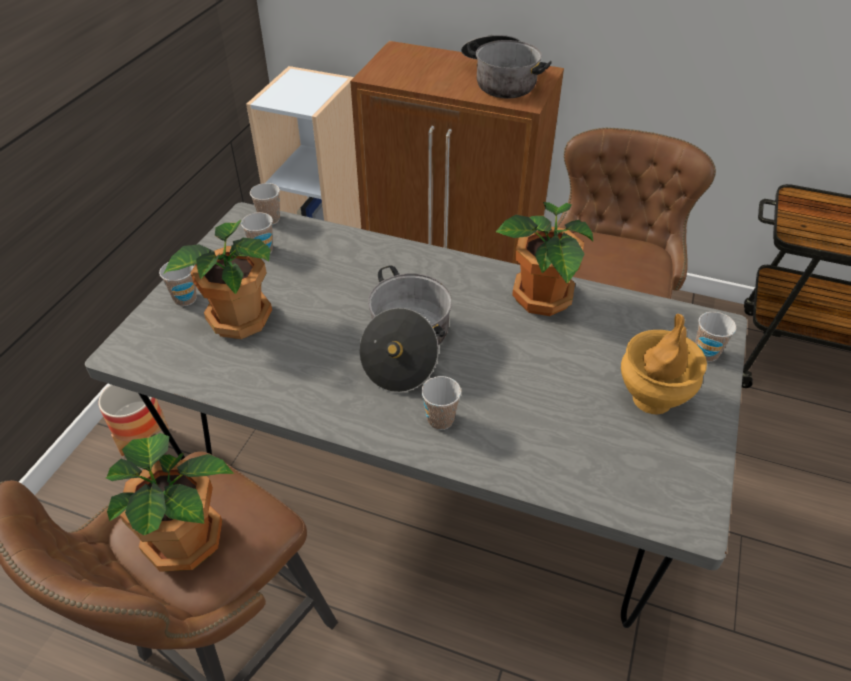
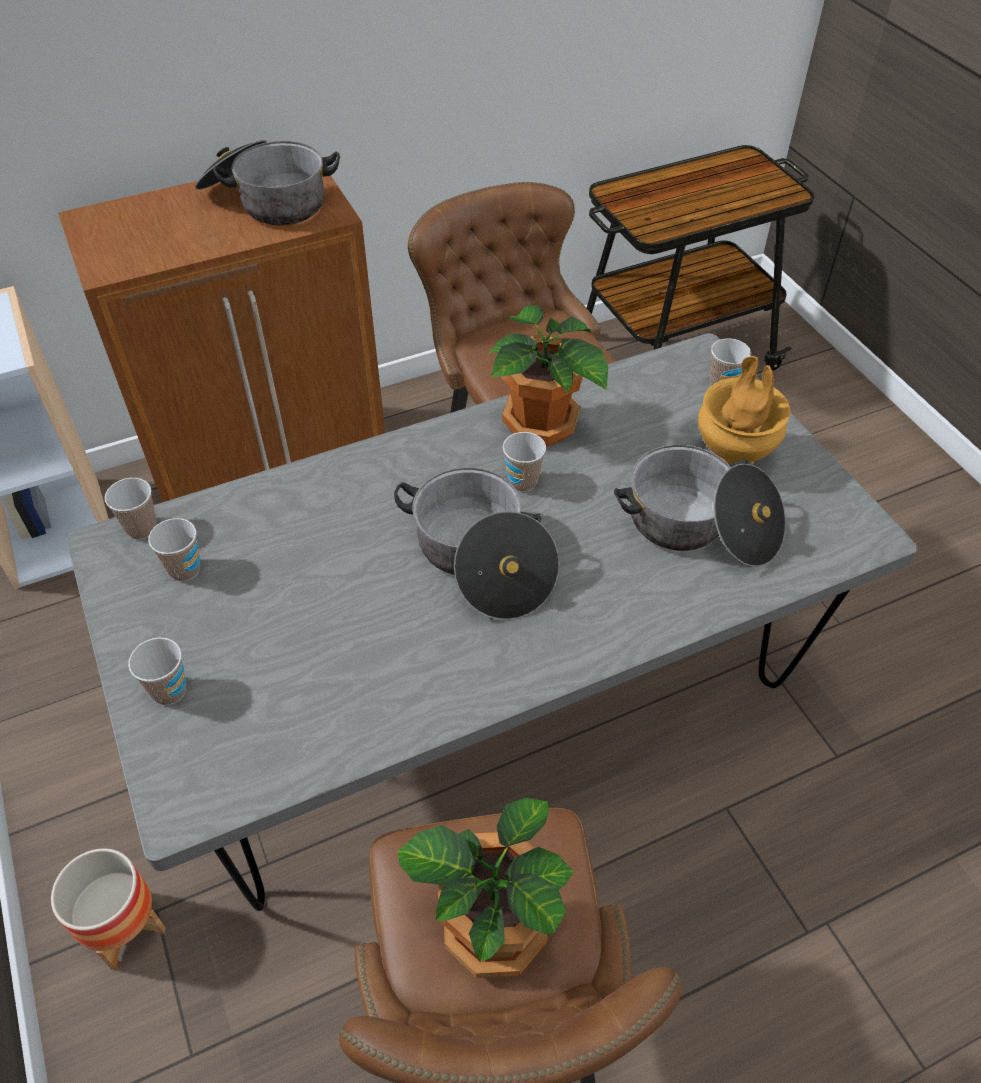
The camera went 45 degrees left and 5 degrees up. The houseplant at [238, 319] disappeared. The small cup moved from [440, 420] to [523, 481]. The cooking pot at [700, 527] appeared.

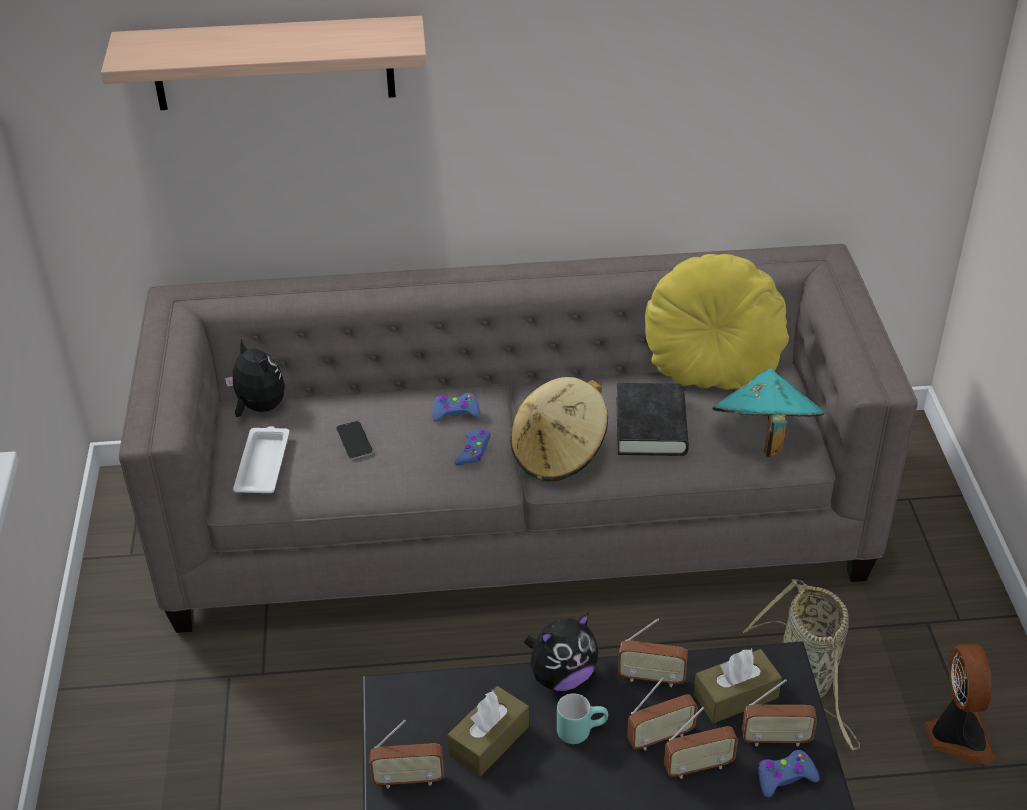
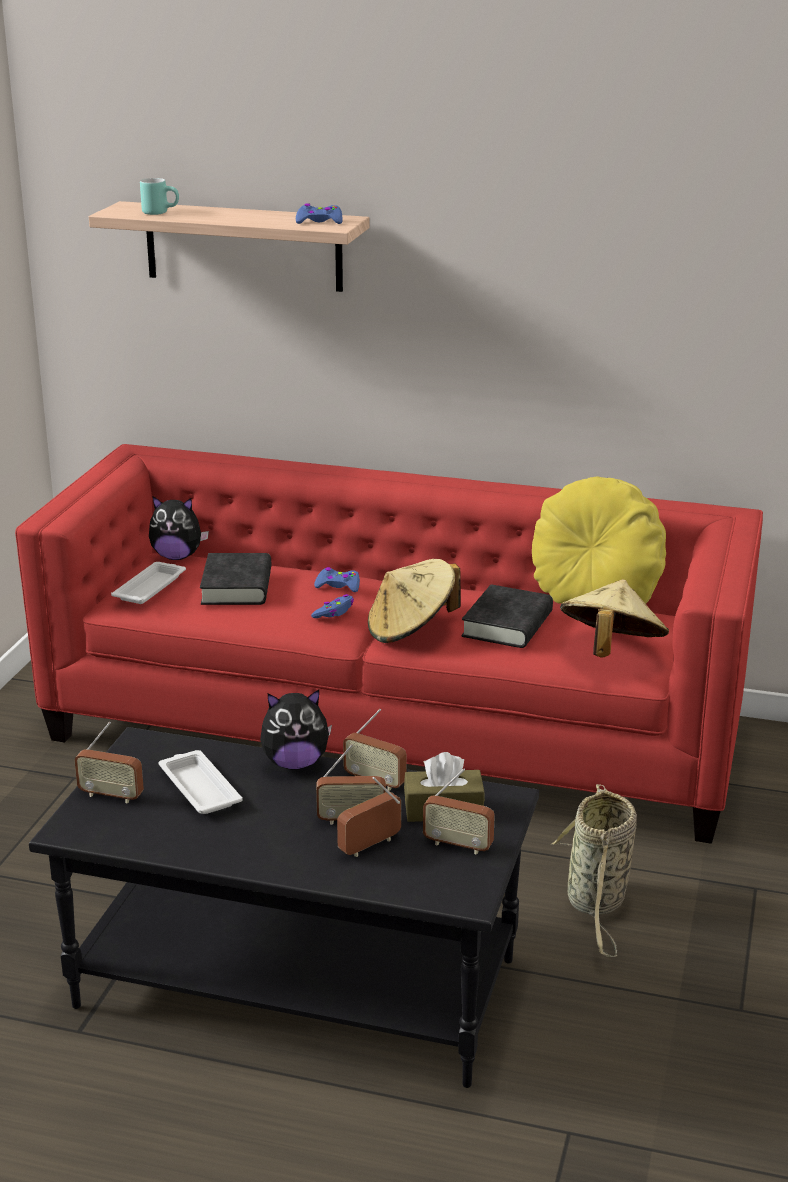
The camera went 20 degrees right and 15 degrees down. The gray couch at [515, 525] became the reddish couch at [394, 733]. The plush toy at [258, 407] turned 120 degrees clockwise. The handset at [354, 441] was replaced by the black-coloured volume at [237, 587]. The brown tissue holder at [489, 741] was replaced by the white-coloured tray at [199, 788]. The turquoise-coloured tea mug moved from [580, 729] to [161, 213]. The radio receiver at [698, 767] turned 135 degrees clockwise. The turquoise-coloured wearable hat at [764, 436] became the beige wearable hat at [610, 651]. The blue game controller moved from [784, 777] to [319, 221]. The electric fan at [956, 735] disappeared.

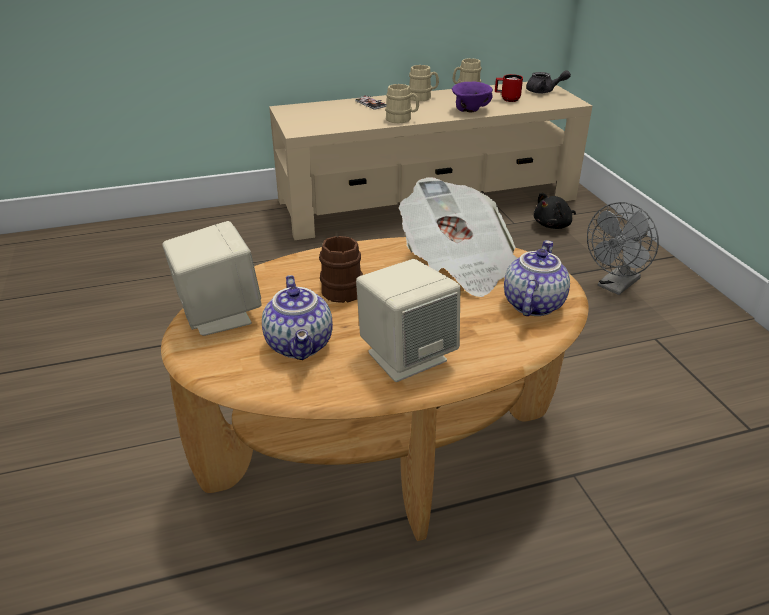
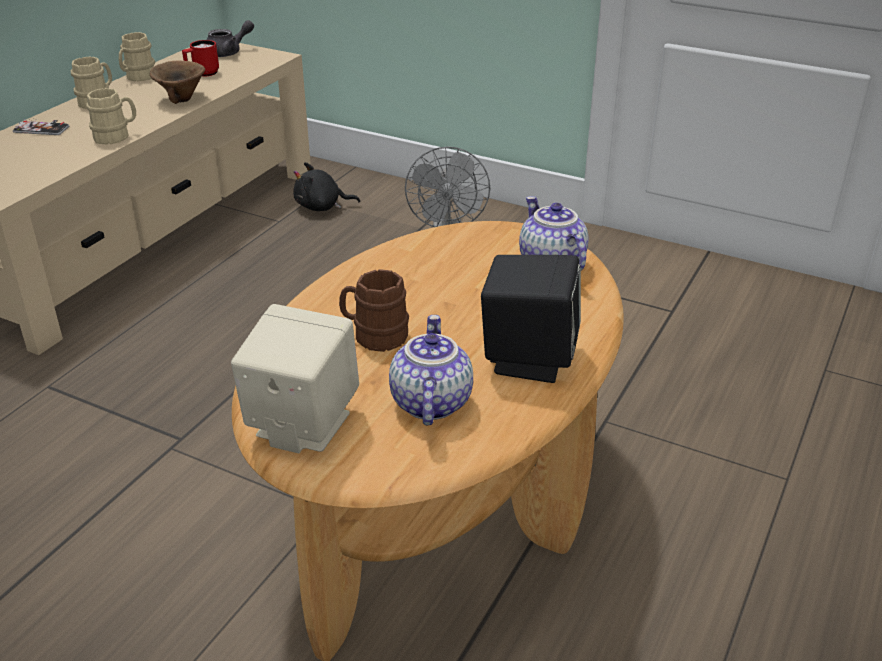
The camera went 45 degrees left and 0 degrees up. The pot for tea at [301, 345] turned 120 degrees counterclockwise. The beige loudspeaker at [406, 356] became the black-coloured loudspeaker at [528, 358]. The daily paper at [458, 264] disappeared. The purple bowl at [471, 110] became the brown bowl at [181, 99]. The black-coloured plush toy at [553, 225] turned 75 degrees clockwise.

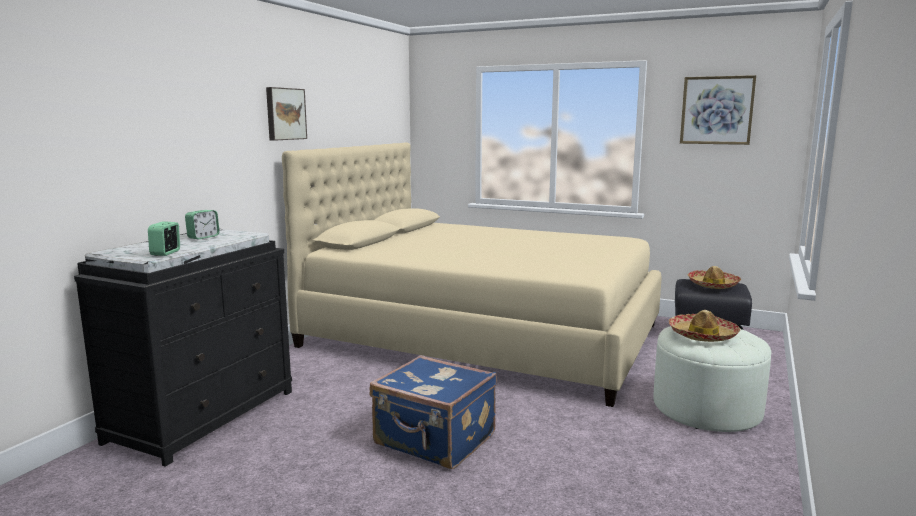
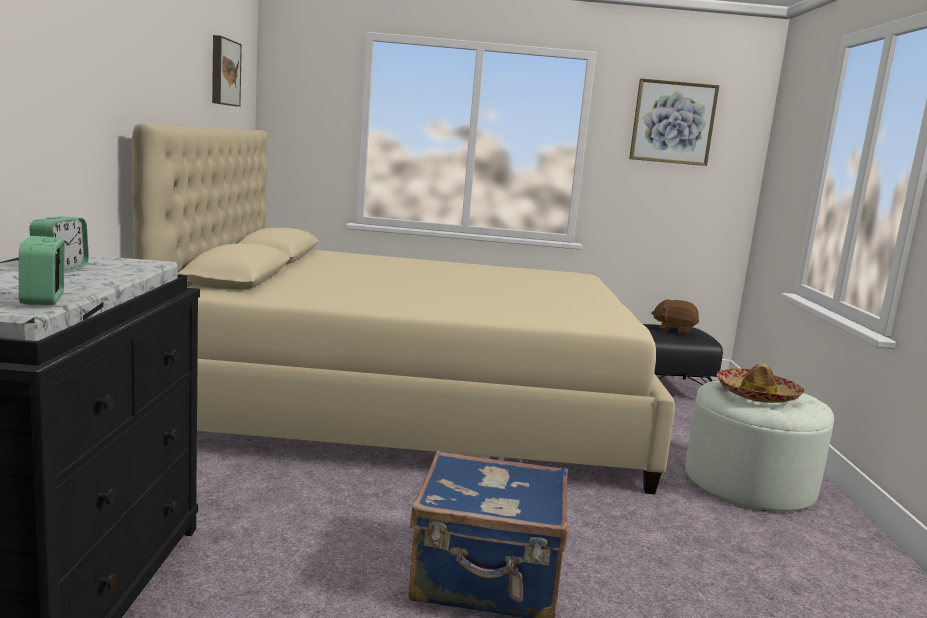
The camera went 25 degrees left and 0 degrees up. The picture moved from [285, 114] to [223, 72]. The wearable hat at [713, 285] was replaced by the brown plush toy at [674, 330].

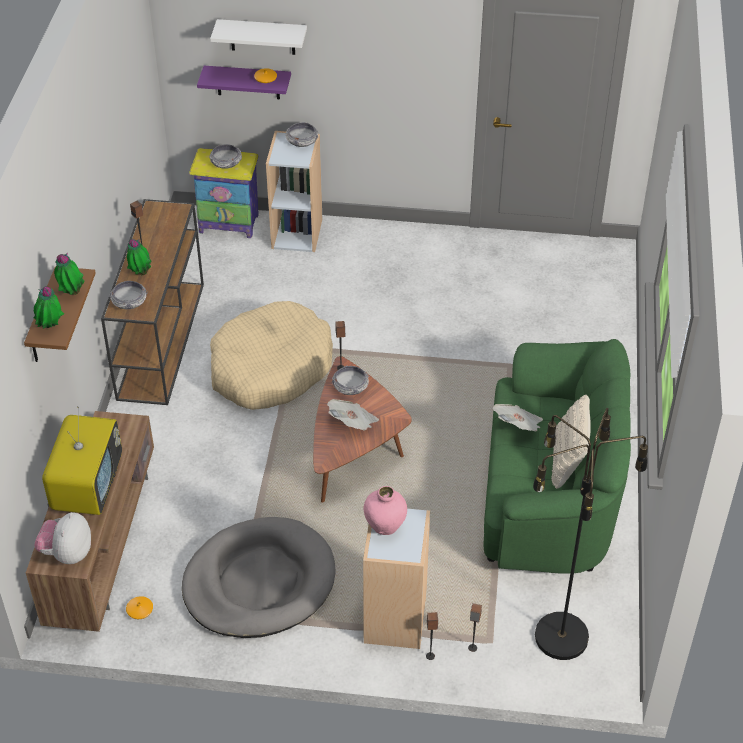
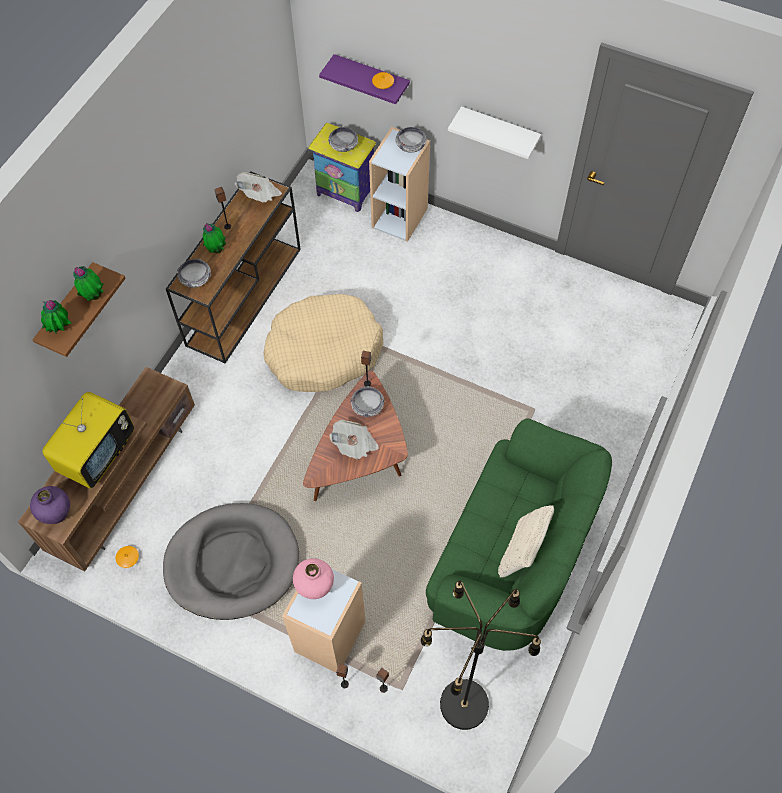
The camera went 20 degrees right and 15 degrees up. The plush toy at [67, 553] was replaced by the purple decorative vase at [57, 514]. The white-coloured wall shelf moved from [262, 37] to [499, 131]. The daily paper moved from [518, 426] to [259, 195].

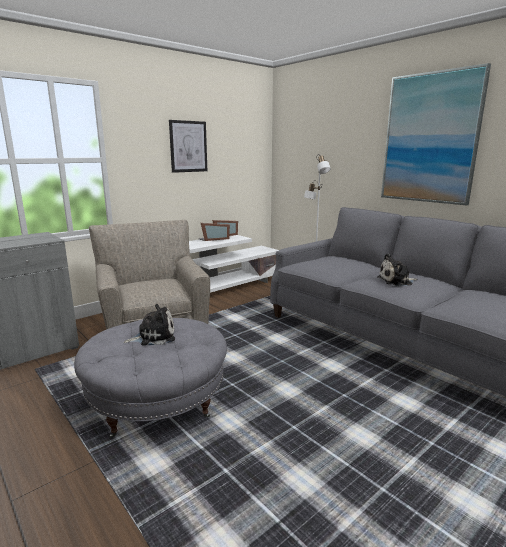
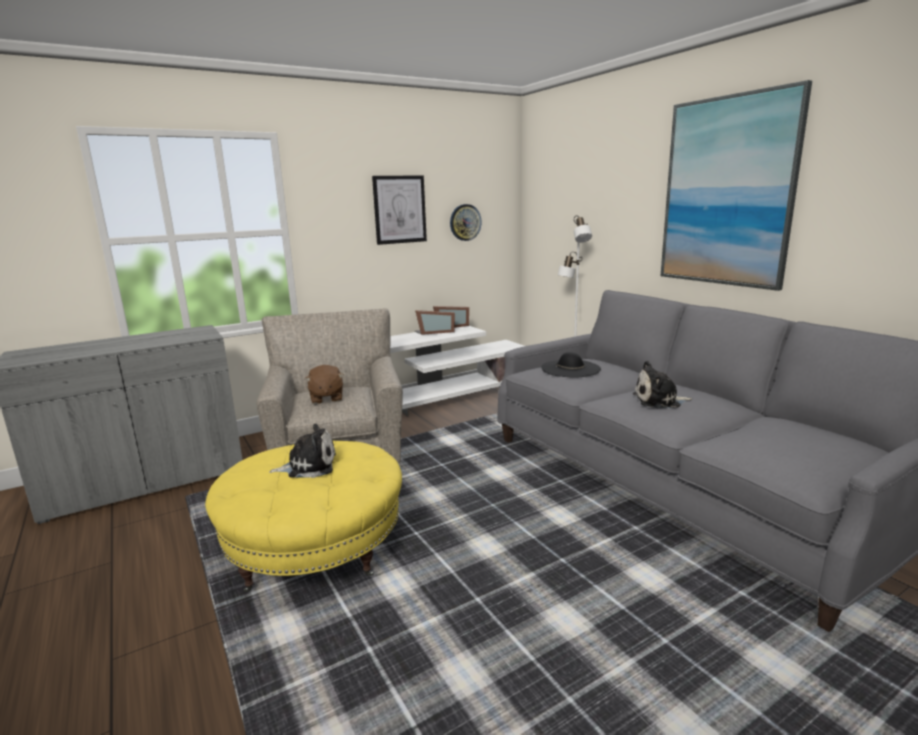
The camera went 10 degrees right and 0 degrees up. The gray footrest at [157, 401] became the yellow footrest at [315, 549]. The brown plush toy at [326, 398] appeared. The wall clock at [465, 222] appeared. The black-coloured wearable hat at [570, 368] appeared.

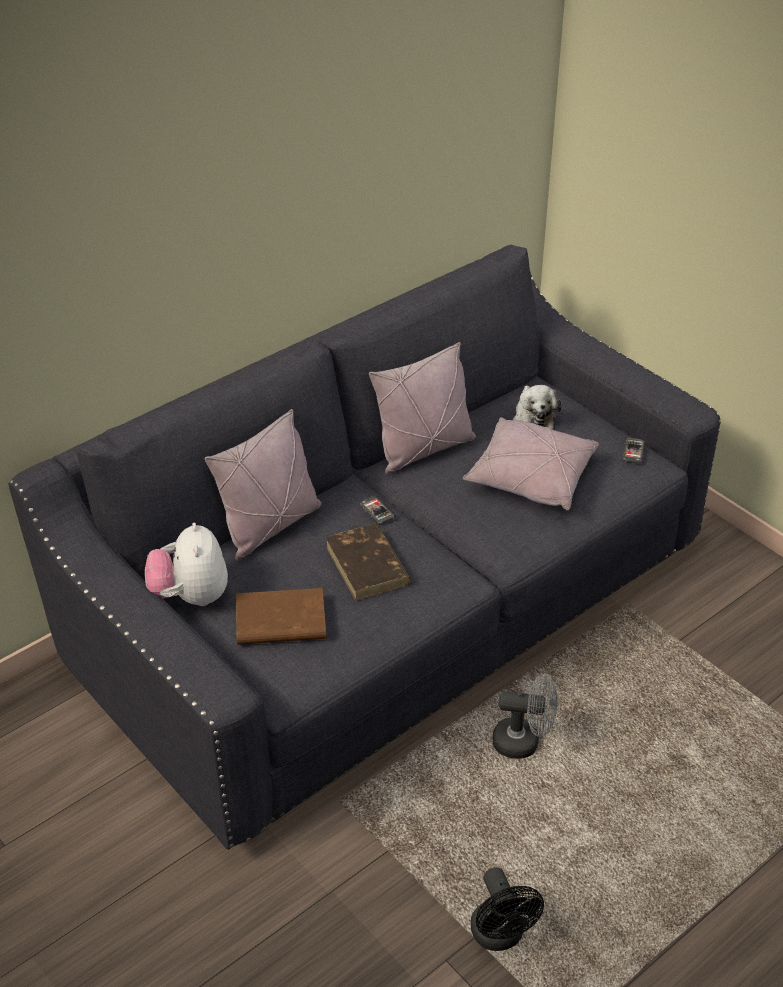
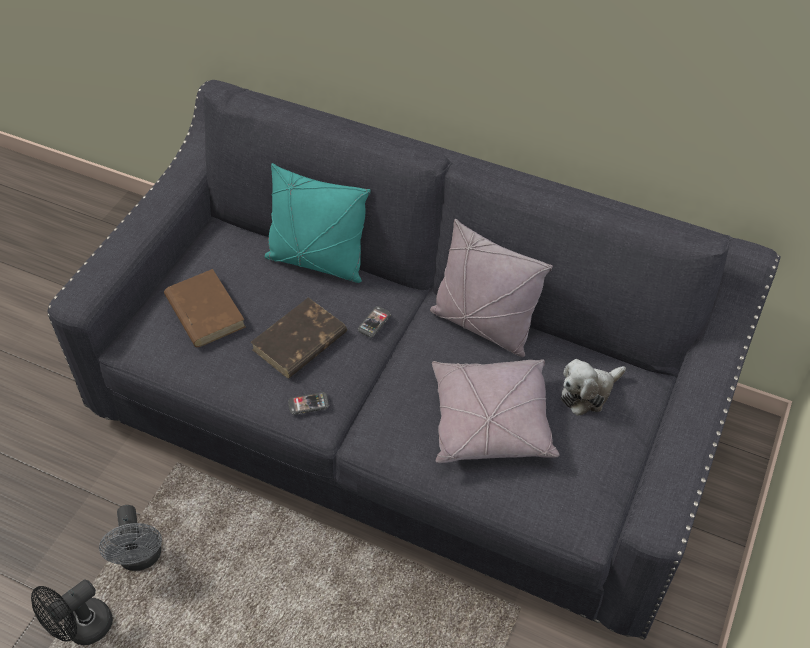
The camera went 65 degrees right and 10 degrees up. The plush toy at [190, 596] disappeared. The purple cushion at [270, 526] became the turquoise-coloured cushion at [317, 261]. The gray electric fan moved from [524, 742] to [141, 558]. The handset moved from [633, 451] to [308, 404].

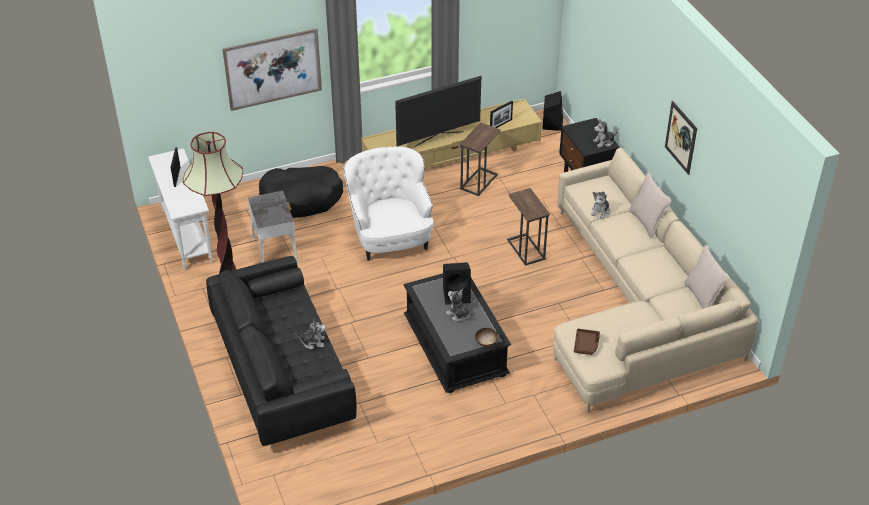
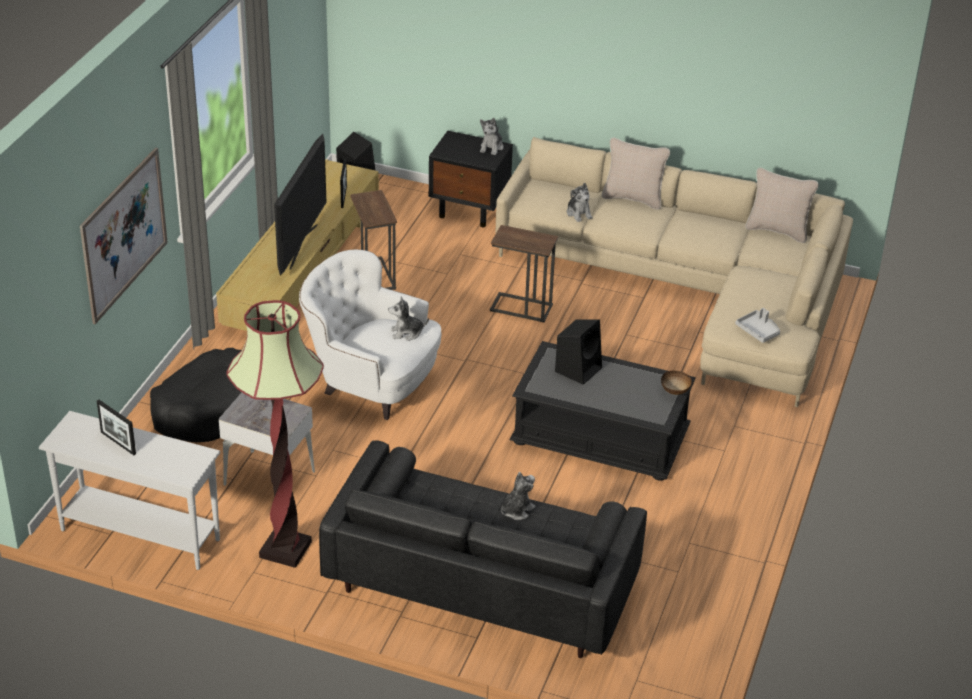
The camera went 50 degrees left and 5 degrees down. The plush toy moved from [458, 314] to [407, 333]. The brown tray at [586, 345] became the gray tray at [758, 331]. The picture at [681, 137] disappeared.

